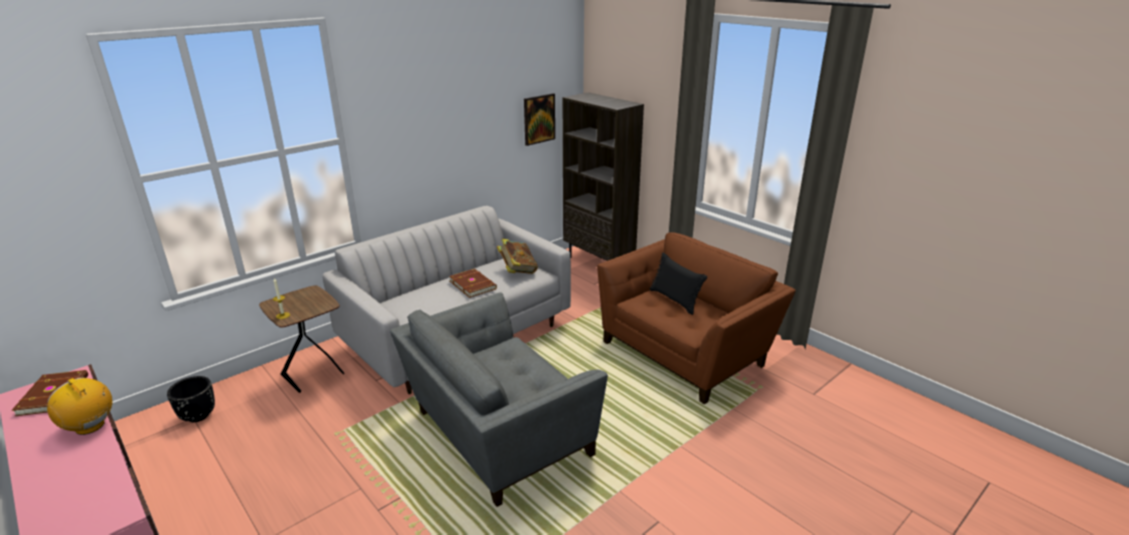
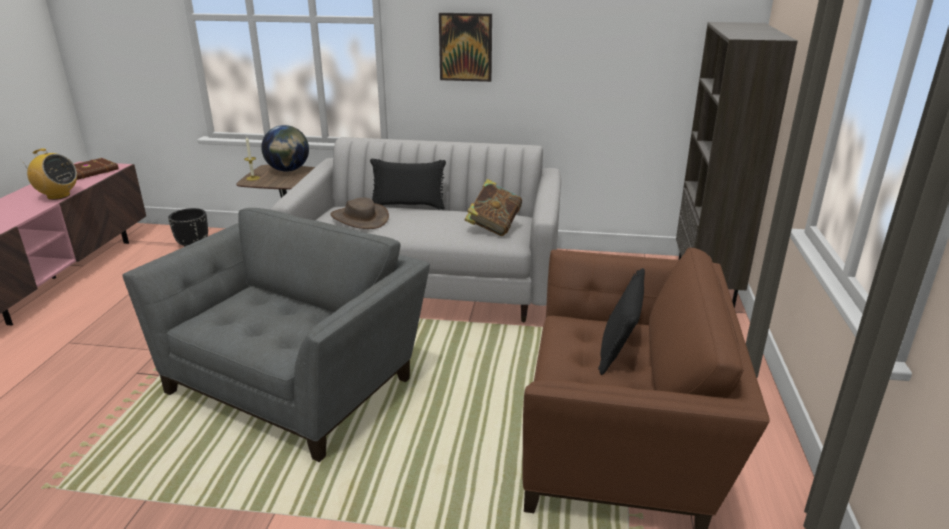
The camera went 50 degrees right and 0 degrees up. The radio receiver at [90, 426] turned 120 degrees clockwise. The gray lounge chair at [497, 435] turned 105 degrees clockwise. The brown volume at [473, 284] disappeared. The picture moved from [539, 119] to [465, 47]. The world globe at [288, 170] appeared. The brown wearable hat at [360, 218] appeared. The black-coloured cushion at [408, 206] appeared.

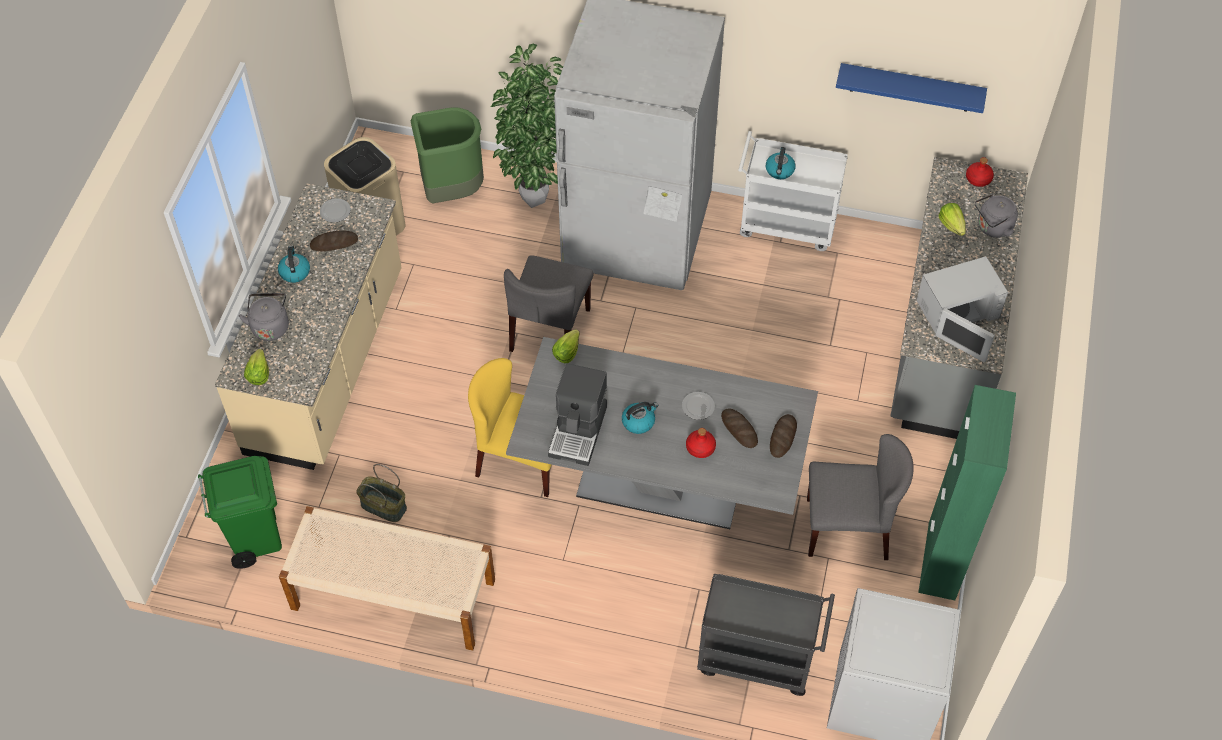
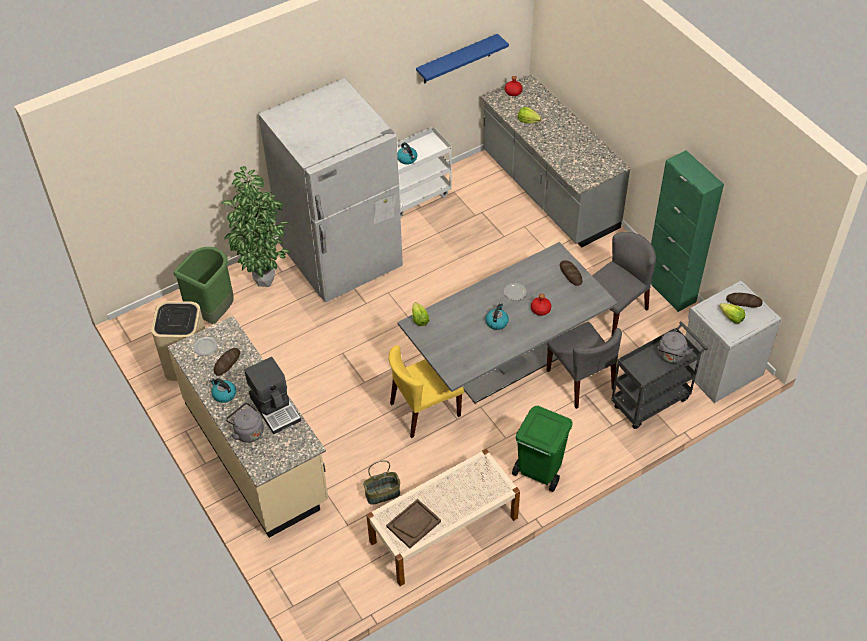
The camera went 45 degrees left and 5 degrees down. The green-coloured trash can moved from [255, 537] to [539, 471]. The lettuce head moved from [259, 374] to [731, 318]. The gray plain chair moved from [550, 330] to [581, 380]. The coffee maker moved from [579, 431] to [275, 408]. The bread moved from [739, 429] to [743, 301]. The white-coloured microwave at [957, 312] disappeared. The gray water kettle moved from [992, 228] to [671, 356]. The brown tray at [413, 524] appeared.

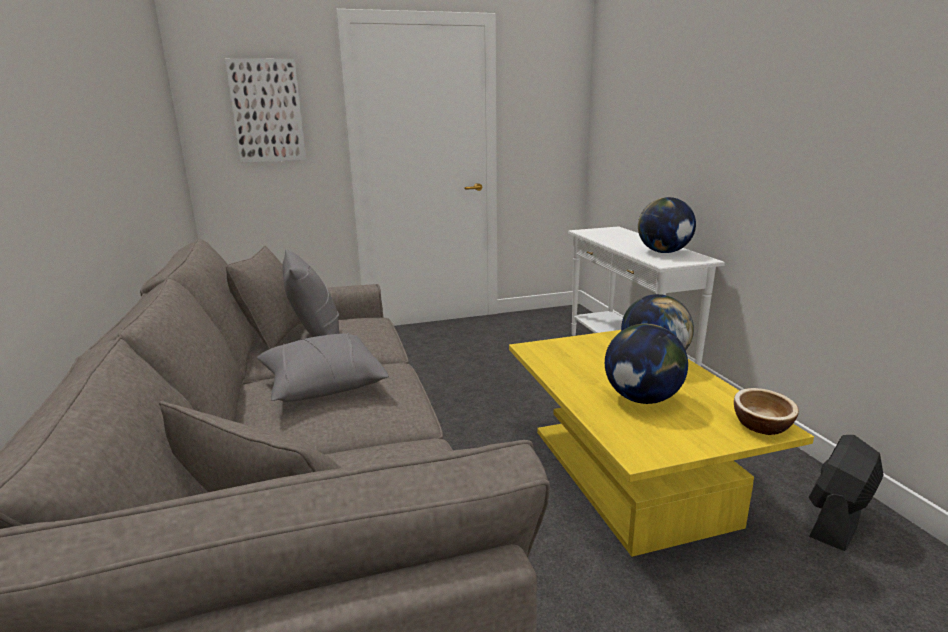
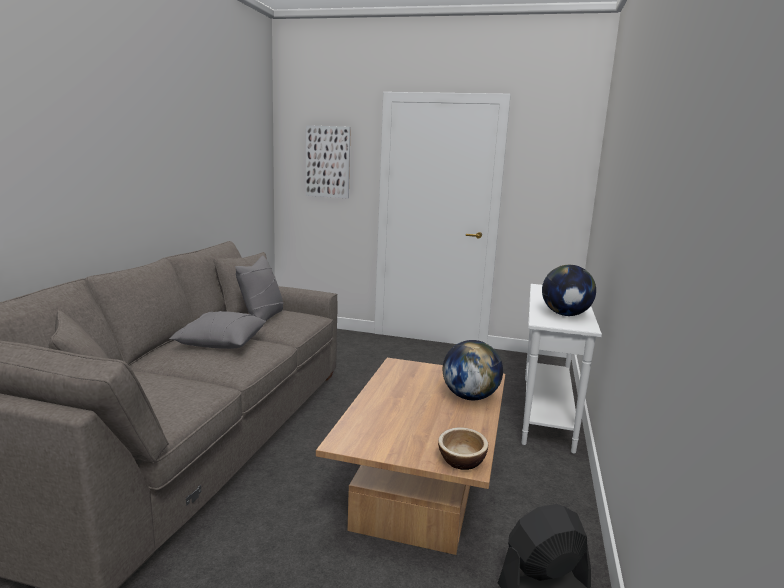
The camera went 30 degrees right and 5 degrees down. The yellow low table at [627, 473] became the brown low table at [421, 485]. The world globe at [642, 399] disappeared.

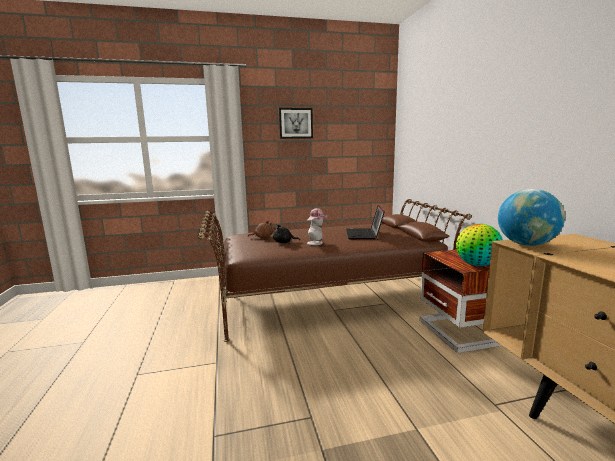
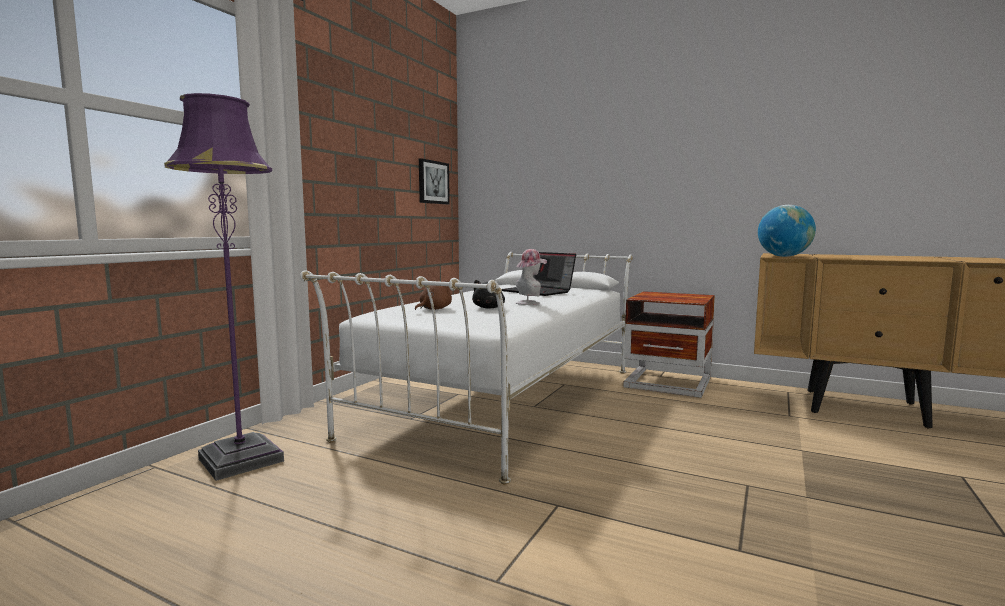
The camera went 50 degrees left and 5 degrees down. The brown sleeping bed at [329, 300] became the white-coloured sleeping bed at [504, 400]. The picture moved from [295, 123] to [433, 182]. The world globe at [477, 265] disappeared. The purple standard lamp at [240, 460] appeared.

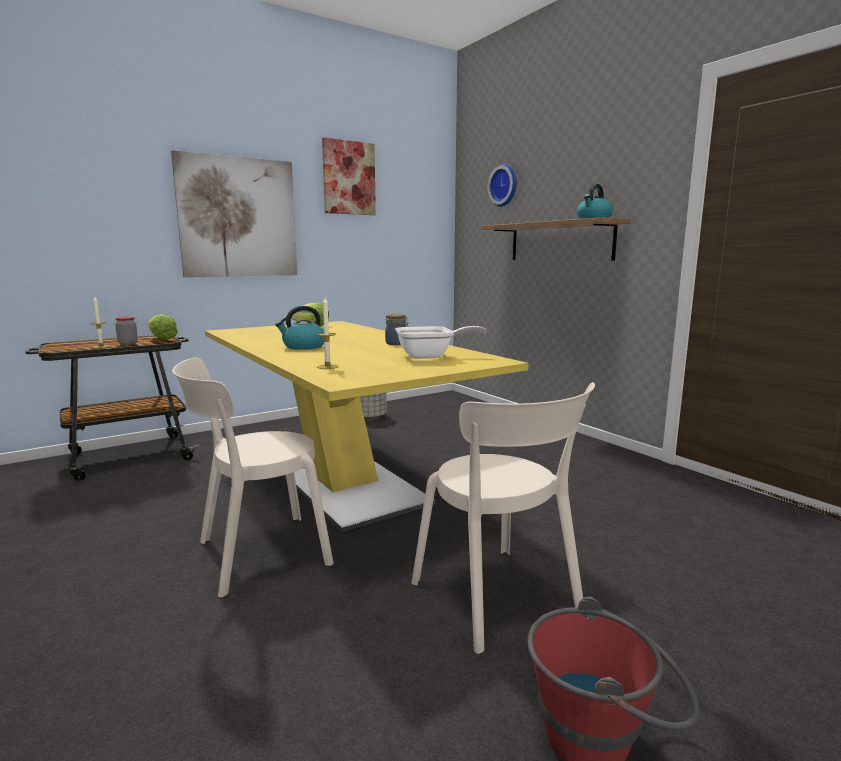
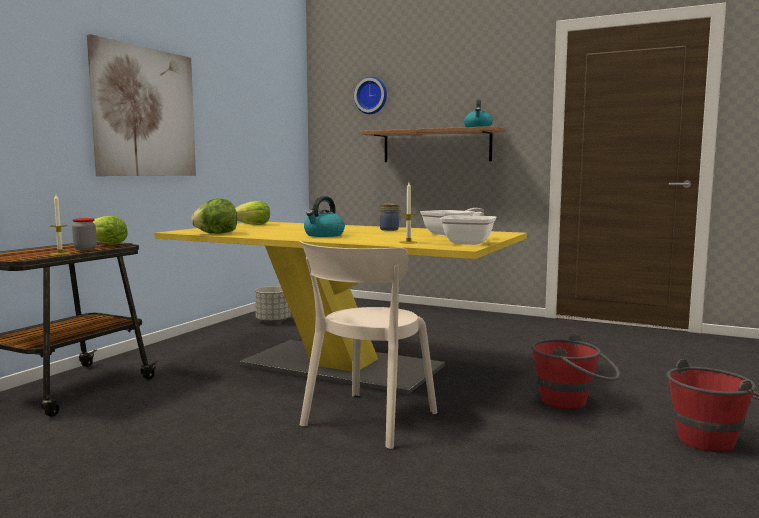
The camera went 30 degrees left and 5 degrees down. The picture at [349, 178] disappeared. The beige plain chair at [499, 599] was replaced by the reddish bucket at [573, 403]. The lettuce head at [216, 233] appeared. The frying pan at [470, 242] appeared.

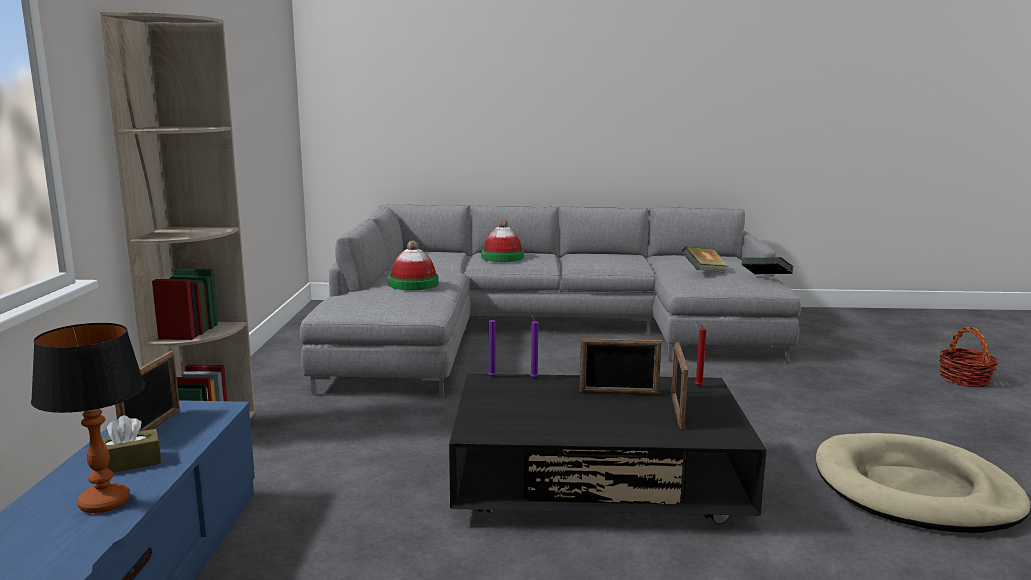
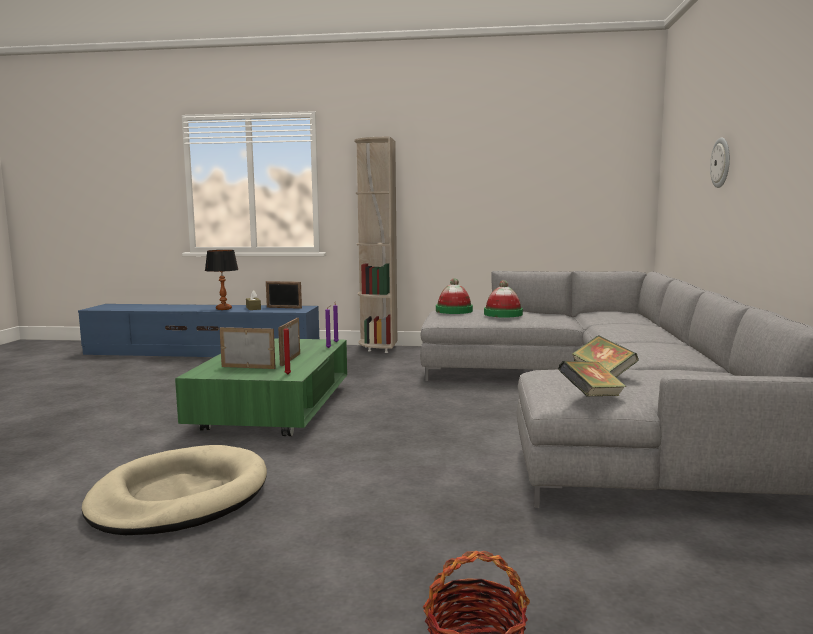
The camera went 95 degrees right and 5 degrees down. The black-coloured low table at [597, 484] became the green-coloured low table at [273, 408]. The wearable hat moved from [502, 257] to [454, 311]. The wall clock at [721, 162] appeared.

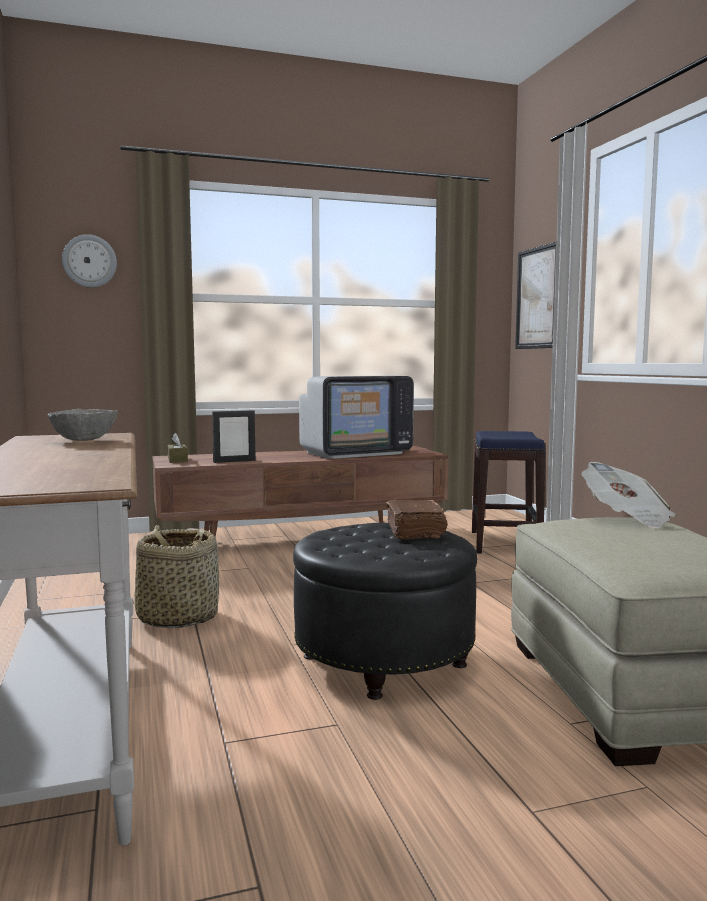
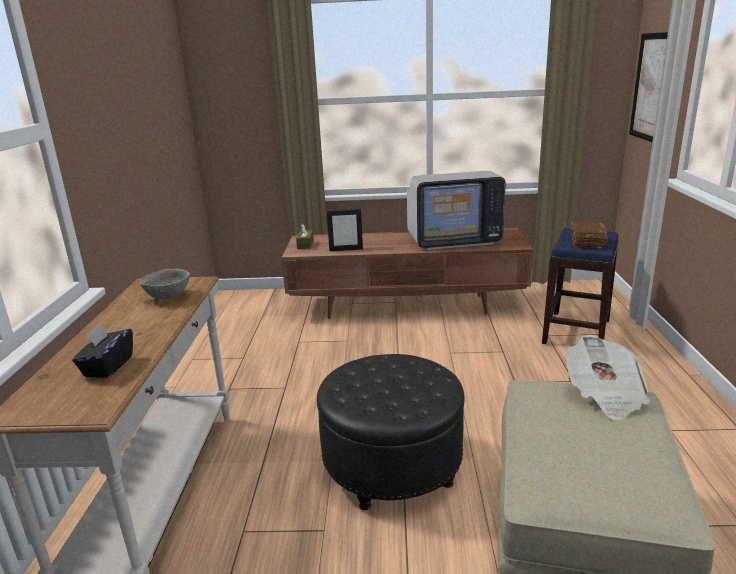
The camera went 20 degrees right and 15 degrees up. The wall clock at [89, 261] disappeared. The storage basket at [177, 617] disappeared. The brown volume moved from [414, 531] to [587, 243]. The black-coloured tissue holder at [108, 366] appeared.

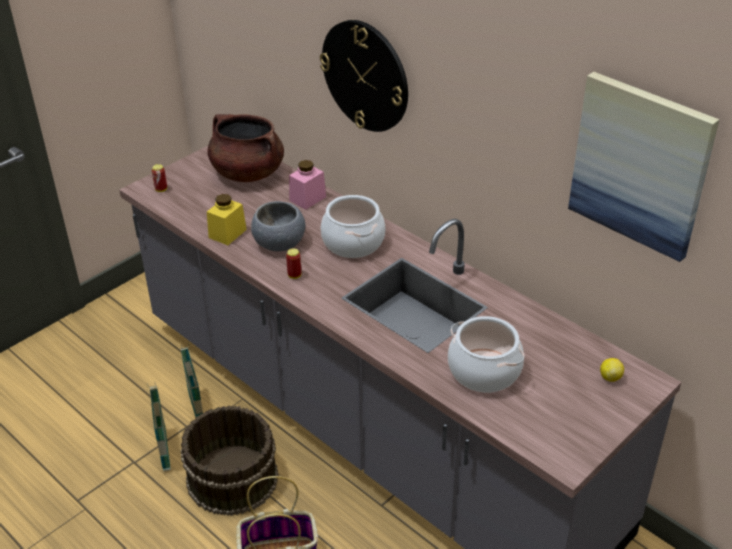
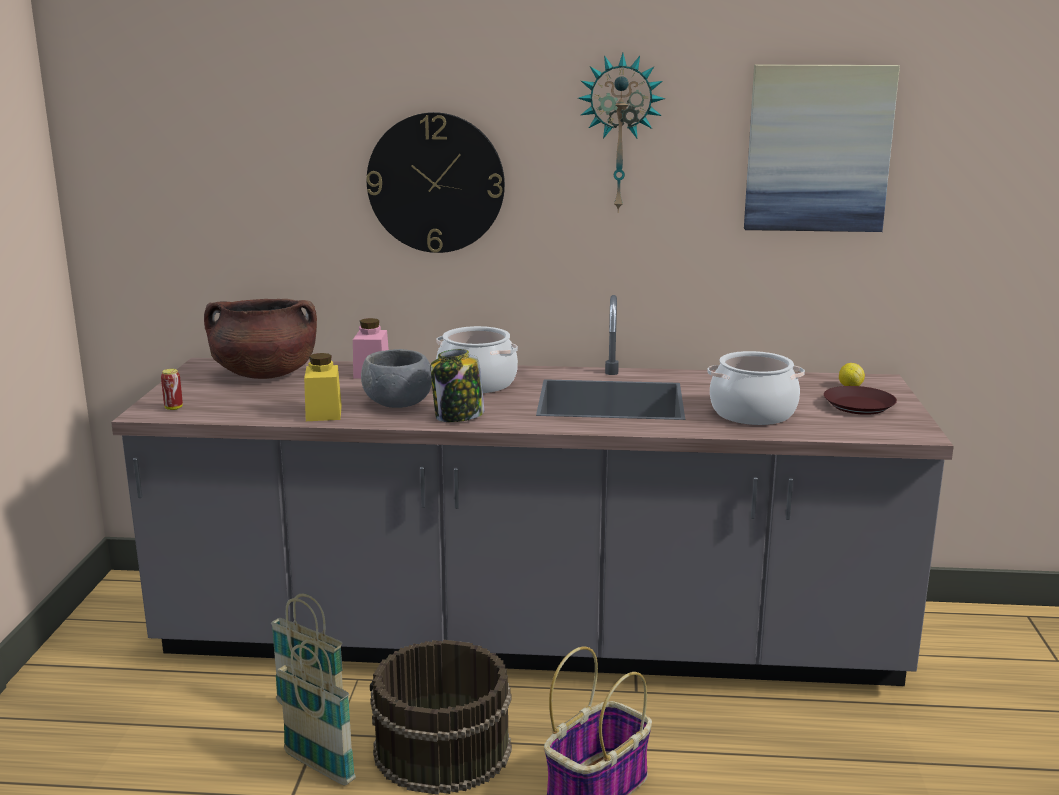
The camera went 40 degrees left and 20 degrees down. The metal can at [294, 275] was replaced by the storage jar at [458, 416]. The wall clock at [620, 133] appeared. The brown dinner plate at [859, 406] appeared.

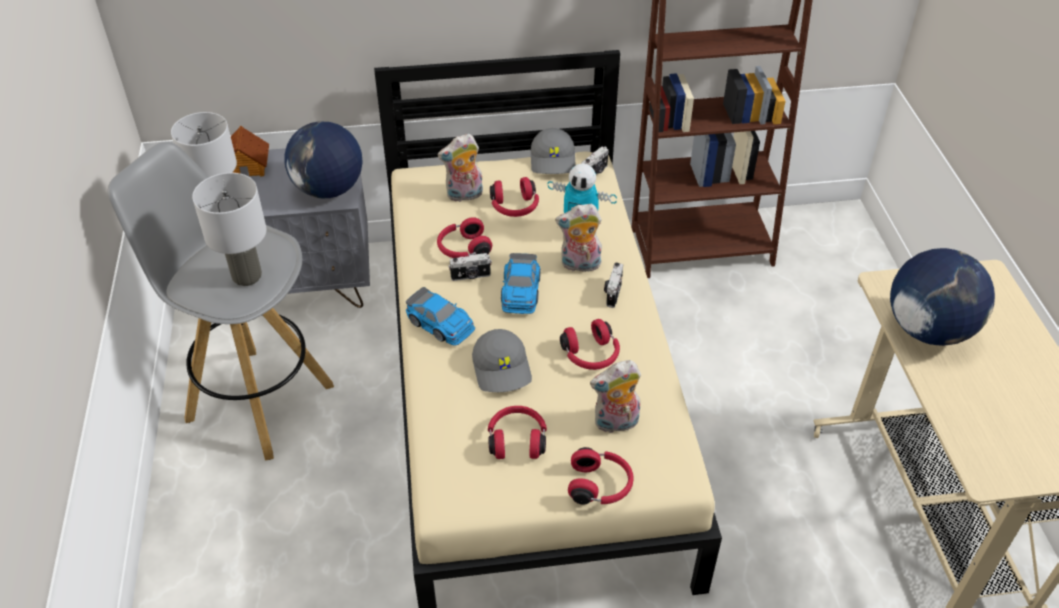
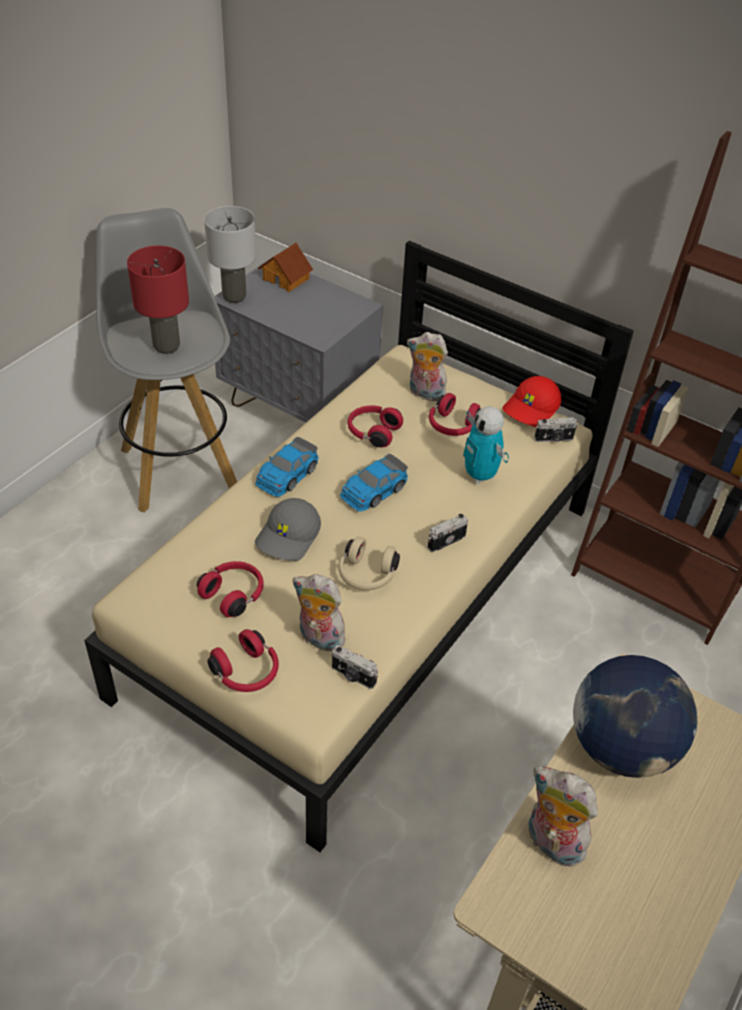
The camera went 40 degrees right and 0 degrees up. The white-coloured table lamp at [248, 276] became the reddish table lamp at [168, 347]. The world globe at [329, 190] disappeared. The miniature car at [441, 324] turned 45 degrees clockwise. The photo camera moved from [471, 276] to [353, 676]. The gray baseball cap at [553, 160] became the reddish baseball cap at [532, 409]. The plush toy moved from [579, 265] to [551, 843]. The reddish headphones at [591, 355] became the beige headphones at [366, 575].

